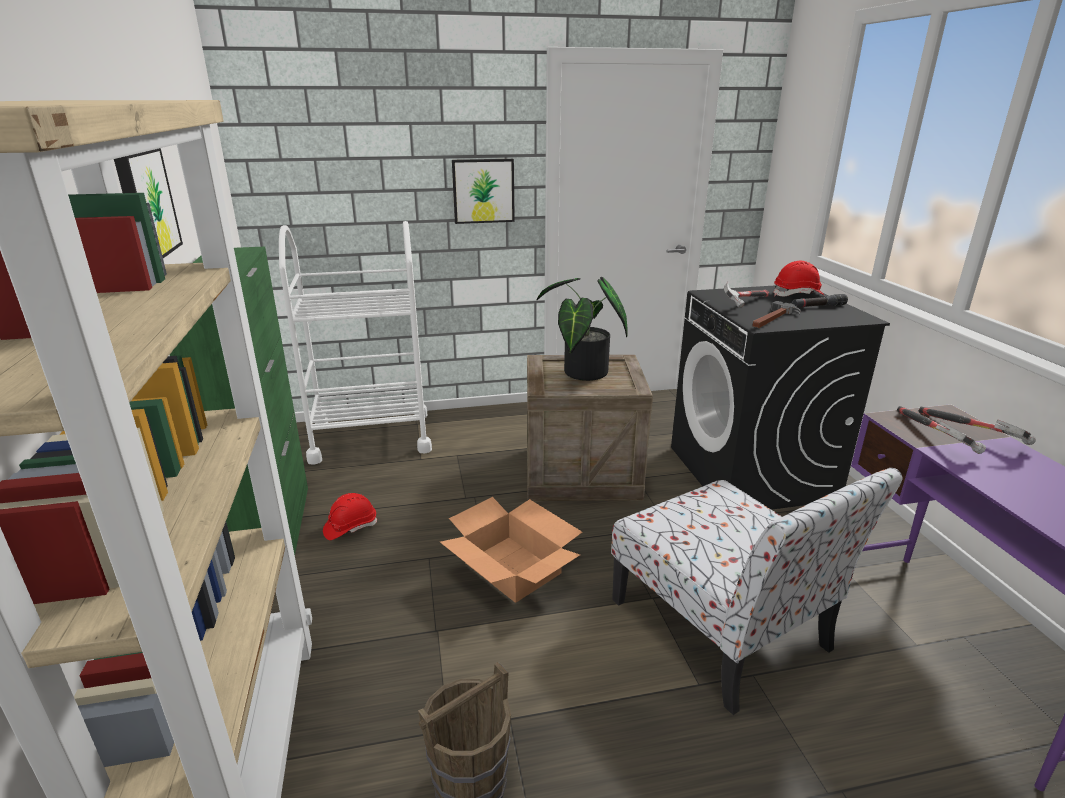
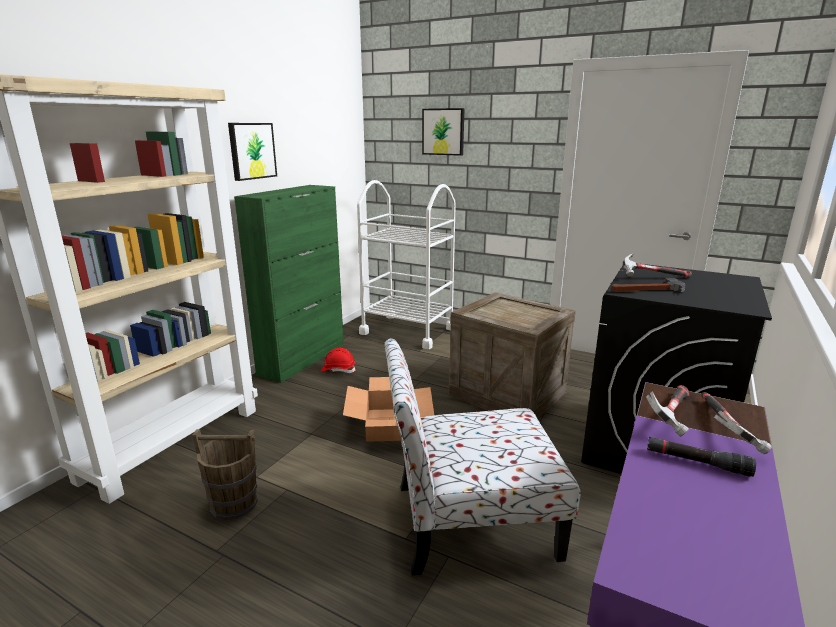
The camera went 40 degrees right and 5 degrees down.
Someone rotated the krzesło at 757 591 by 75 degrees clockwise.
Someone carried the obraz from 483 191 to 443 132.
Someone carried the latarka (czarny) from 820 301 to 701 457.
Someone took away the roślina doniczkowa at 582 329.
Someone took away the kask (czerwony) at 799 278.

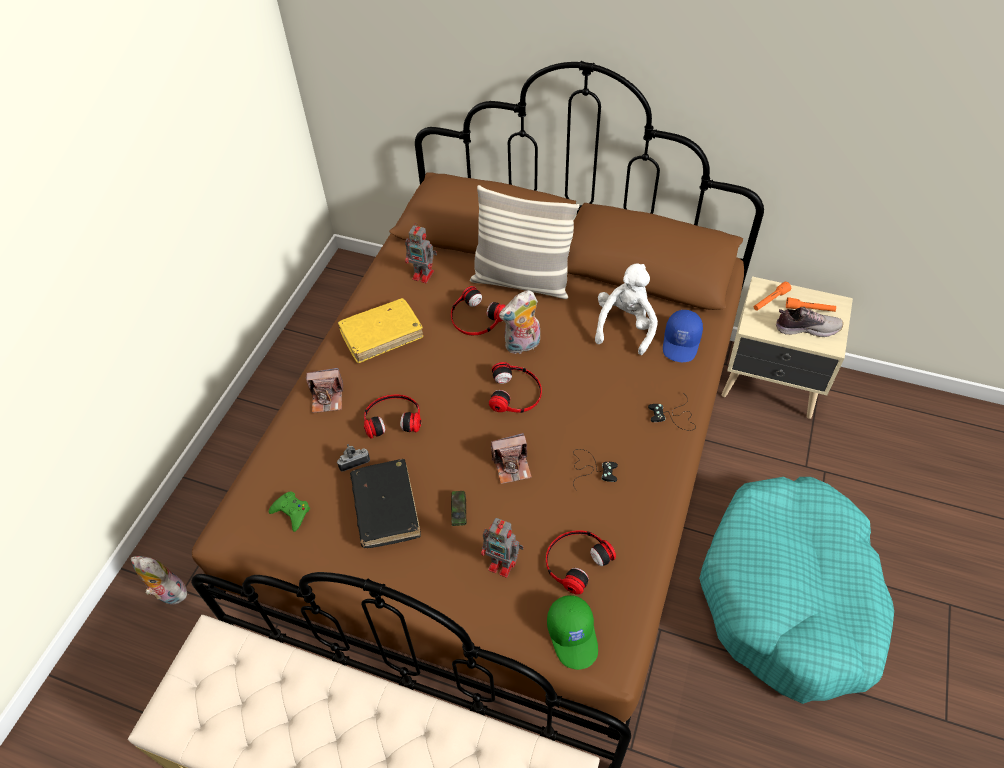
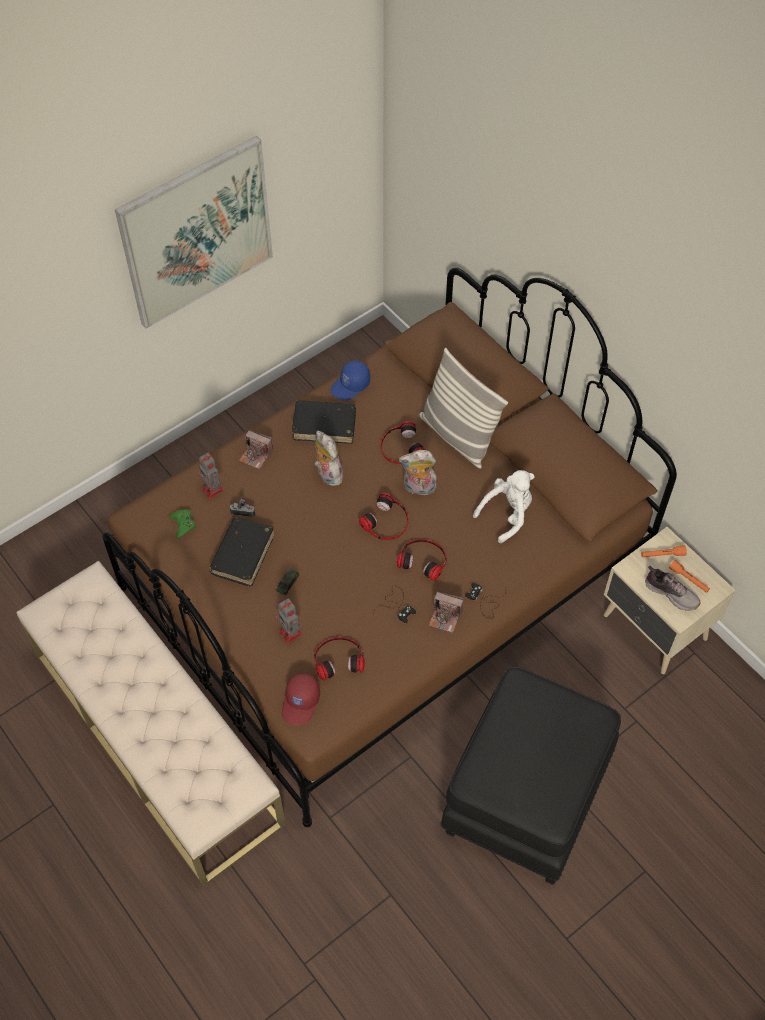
The camera went 30 degrees right and 5 degrees up.
Someone put up the obraz at 194 232.
Someone carried the robot zabawkowy from 421 253 to 210 476.
Someone repainted the czapka z daszkiem (zielony) at 572 632, which became the czapka z daszkiem (czerwony) at 301 699.
Someone repainted the książka (żółty) at 380 330, which became the książka (czarny) at 324 422.
Someone carried the pluszak from 159 580 to 328 458.
Someone carried the czapka z daszkiem (niebieski) from 683 336 to 350 381.
Someone carried the słuchawki from 392 417 to 422 560.
Someone carried the aparat fotograficzny from 511 458 to 446 612.
Someone swapped the legowisko (turkusowy) at 796 590 for the pufa (czarny) at 530 776.

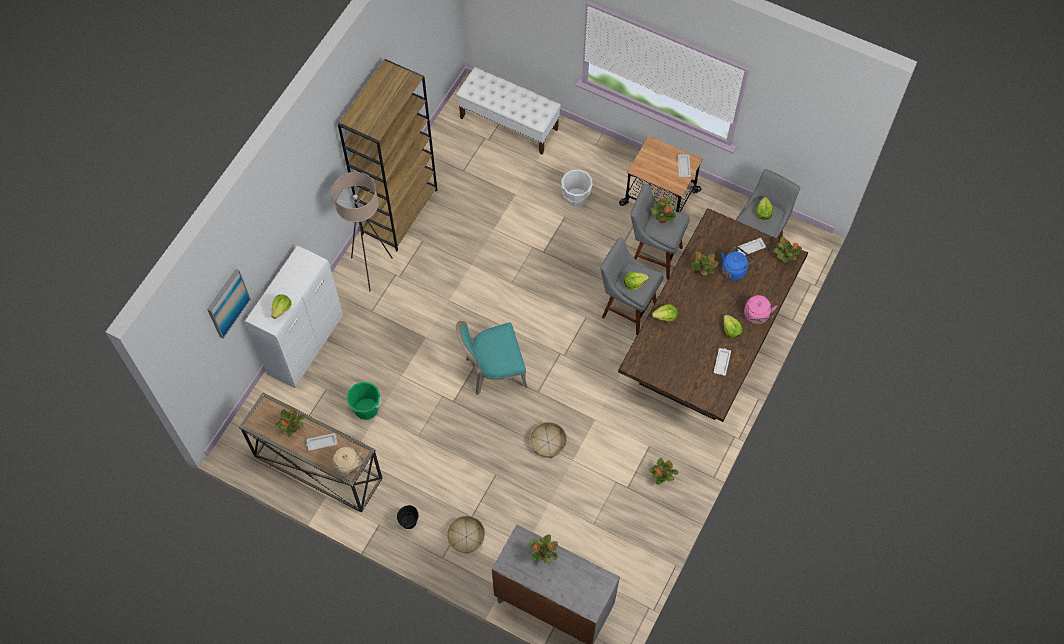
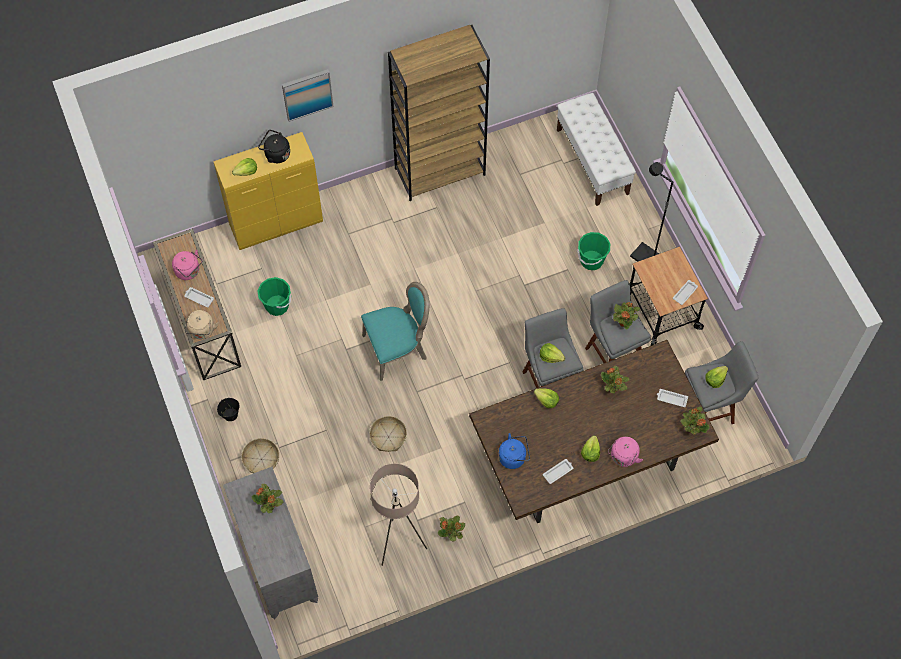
The camera went 40 degrees right and 0 degrees up.
Someone swapped the roślina doniczkowa at 290 422 for the czajnik (różowy) at 187 265.
Someone repainted the szafka (biały) at 294 316, which became the szafka (żółty) at 268 191.
Someone put down the czajnik (czarny) at 274 146.
Someone carried the obraz from 229 304 to 308 95.
Someone rotated the krzesło (turkusowy) at 491 358 by 135 degrees clockwise.
Someone carried the lampa stojąca (beżowy) from 362 231 to 398 514.
Someone carried the czajnik (niebieski) from 737 263 to 514 451.
Someone repainted the wiadro (biały) at 577 188, which became the wiadro (zielony) at 593 251.
Someone put down the lampa stojąca (czarny) at 651 212.

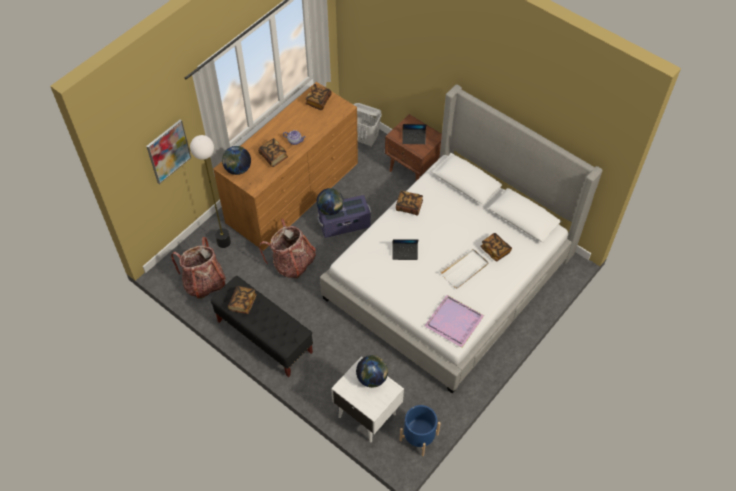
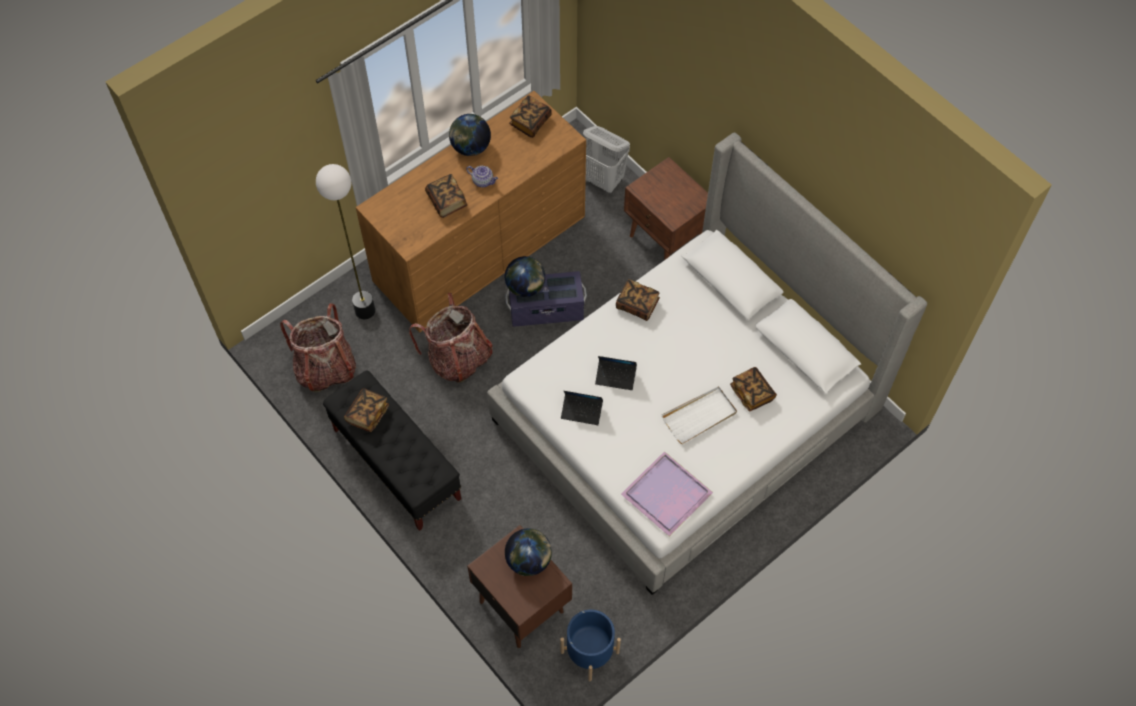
The camera went 10 degrees right and 5 degrees up.
Someone carried the globus from 236 160 to 470 135.
Someone repainted the szafka nocna (biały) at 367 400, which became the szafka nocna (brązowy) at 519 586.
Someone carried the laptop from 414 134 to 582 408.
Someone took away the obraz at 168 151.

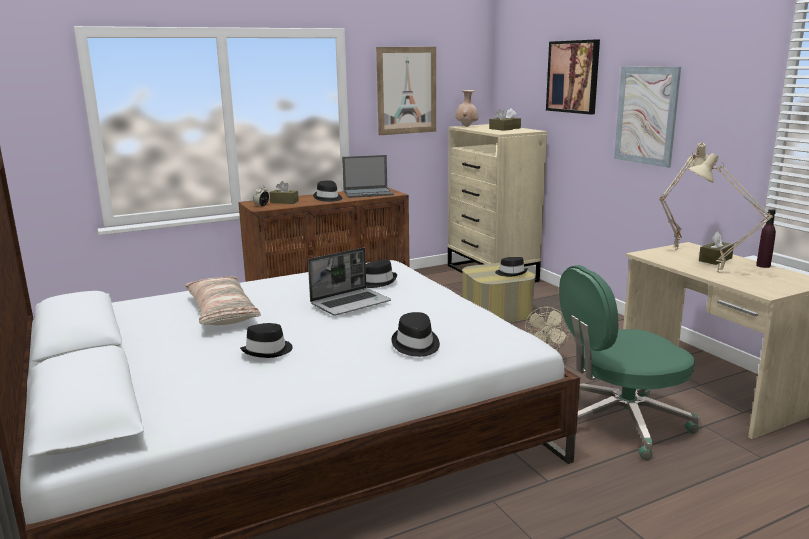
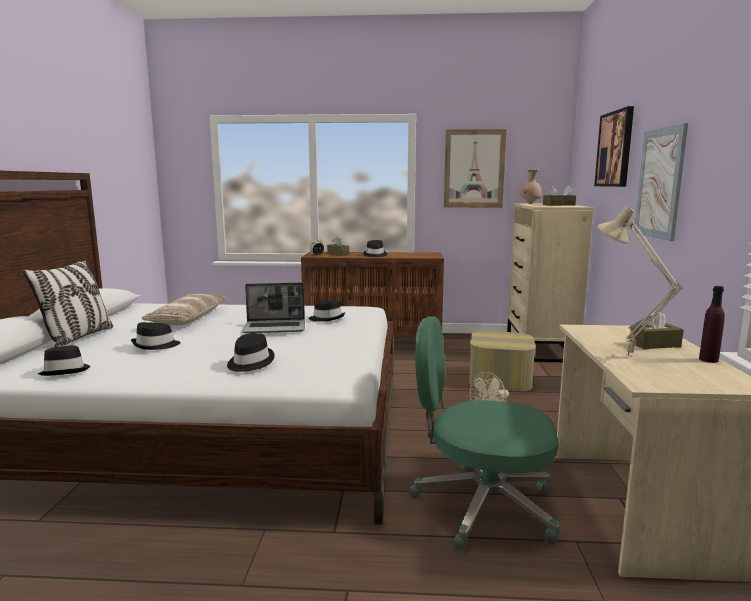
The camera went 30 degrees right and 5 degrees down.
Someone put down the poduszka at 68 303.
Someone carried the kapelusz (czarny) from 511 266 to 64 360.
Someone took away the laptop at 368 176.
Someone took away the lampa stołowa (beżowy) at 684 196.

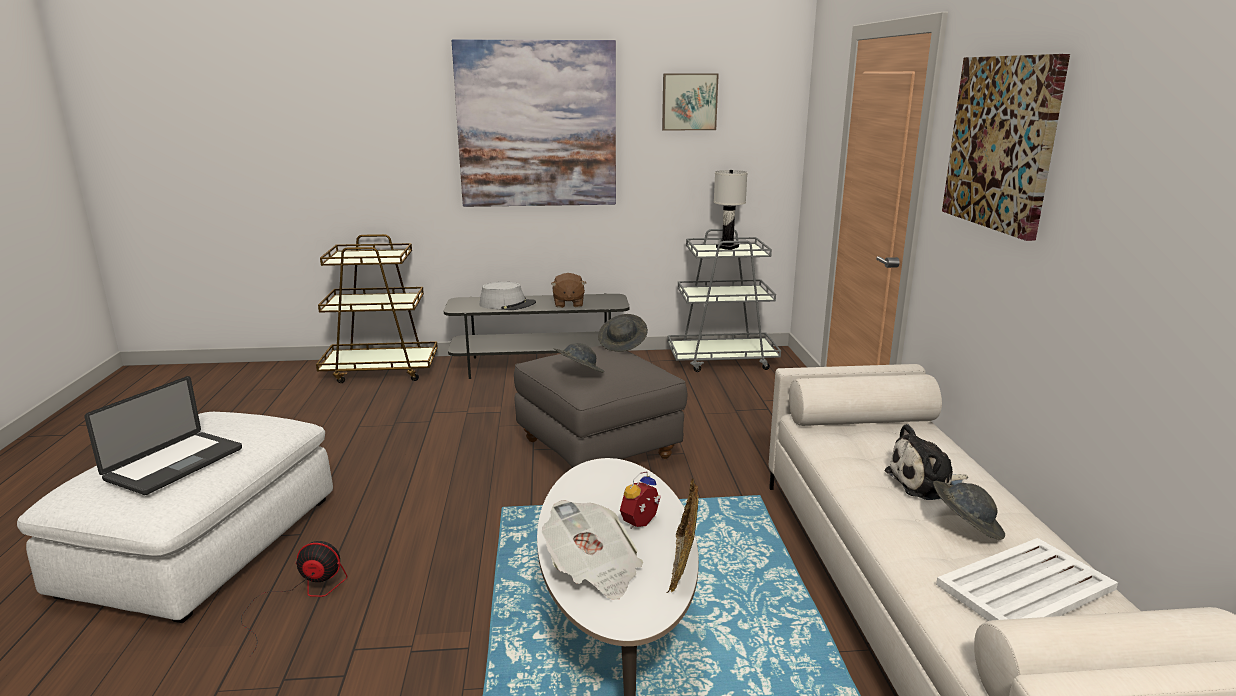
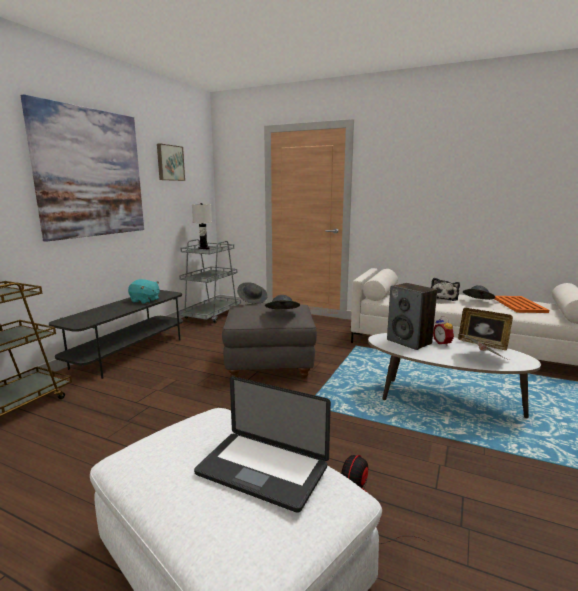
The camera went 60 degrees left and 5 degrees down.
Someone repainted the pluszak (brązowy) at 568 290, which became the pluszak (turkusowy) at 144 291.
Someone rotated the laptop at 163 435 by 150 degrees clockwise.
Someone put down the głośnik at 412 316.
Someone repainted the taca (biały) at 1027 579, which became the taca (pomarańczowy) at 522 304.
Someone took away the kapelusz (szary) at 508 296.
Someone took away the obraz at 1006 147.

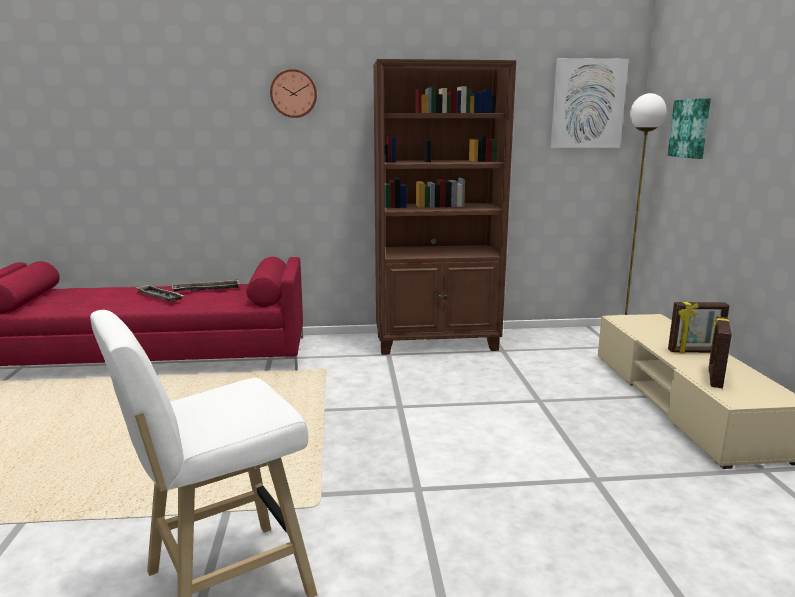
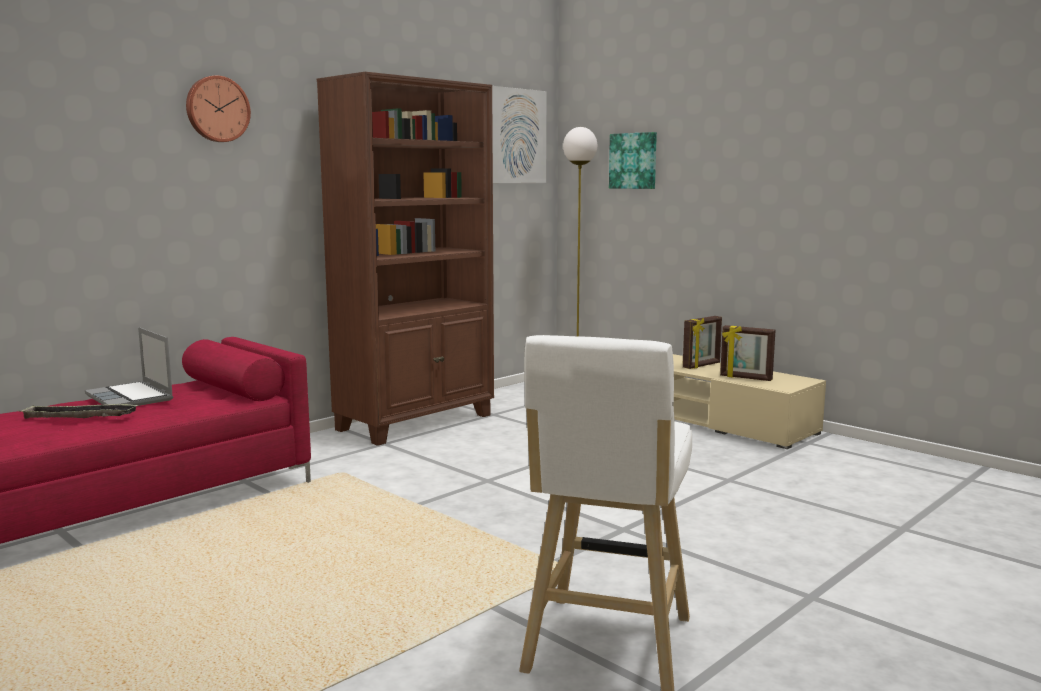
The camera went 40 degrees left and 5 degrees down.
Someone swapped the taca at 206 285 for the laptop at 129 366.
Someone rotated the ramka na zdjęcie at 720 352 by 45 degrees counterclockwise.

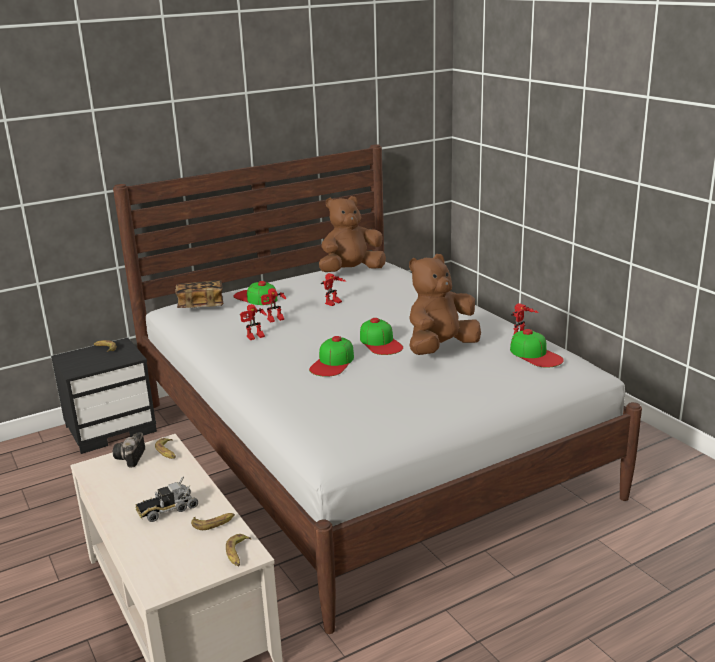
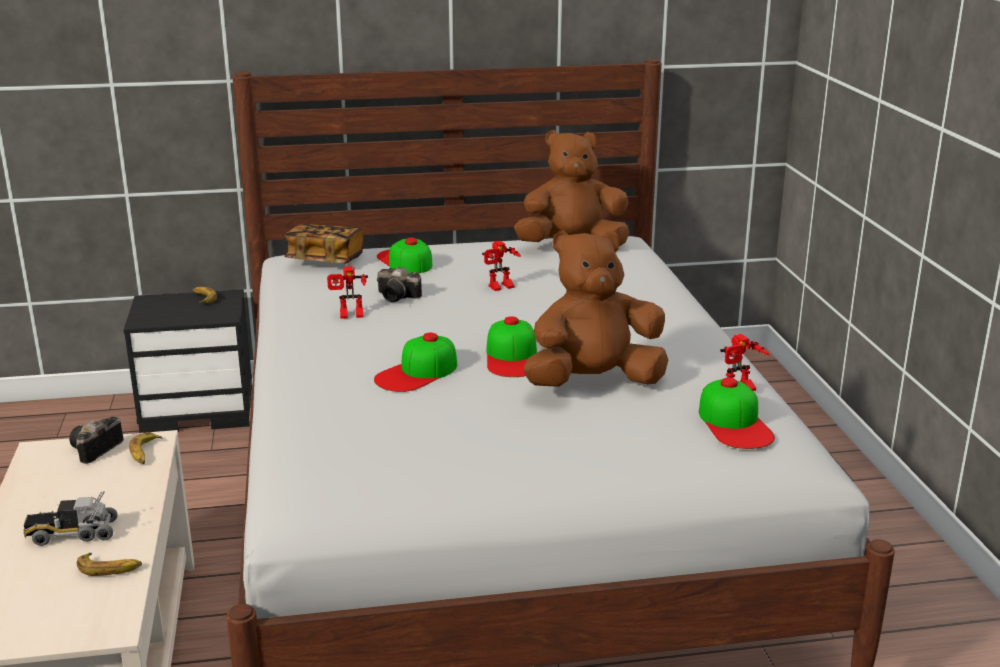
The camera went 20 degrees right and 0 degrees up.
Someone swapped the robot zabawkowy at 273 305 for the aparat fotograficzny at 399 284.
Someone took away the banan at 238 550.

